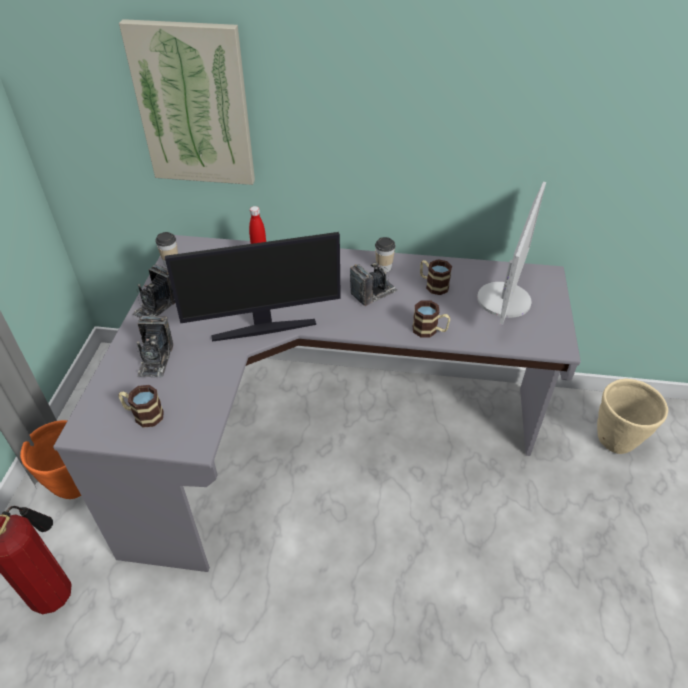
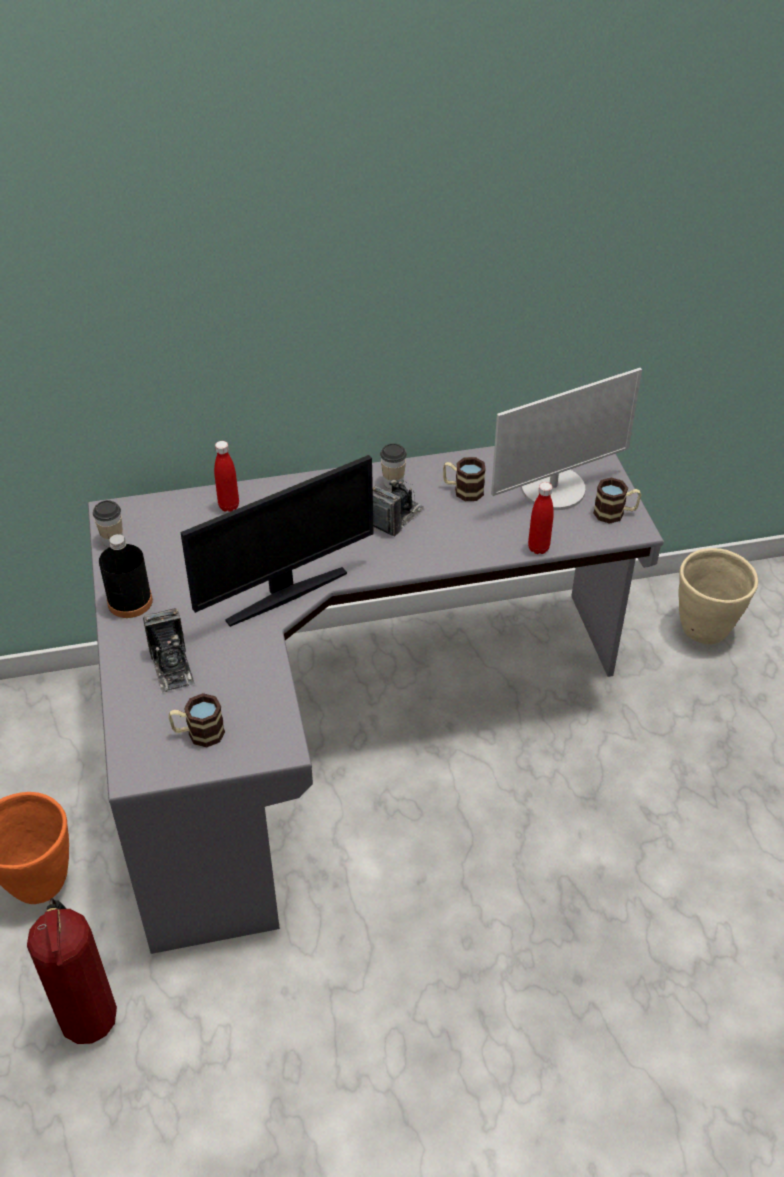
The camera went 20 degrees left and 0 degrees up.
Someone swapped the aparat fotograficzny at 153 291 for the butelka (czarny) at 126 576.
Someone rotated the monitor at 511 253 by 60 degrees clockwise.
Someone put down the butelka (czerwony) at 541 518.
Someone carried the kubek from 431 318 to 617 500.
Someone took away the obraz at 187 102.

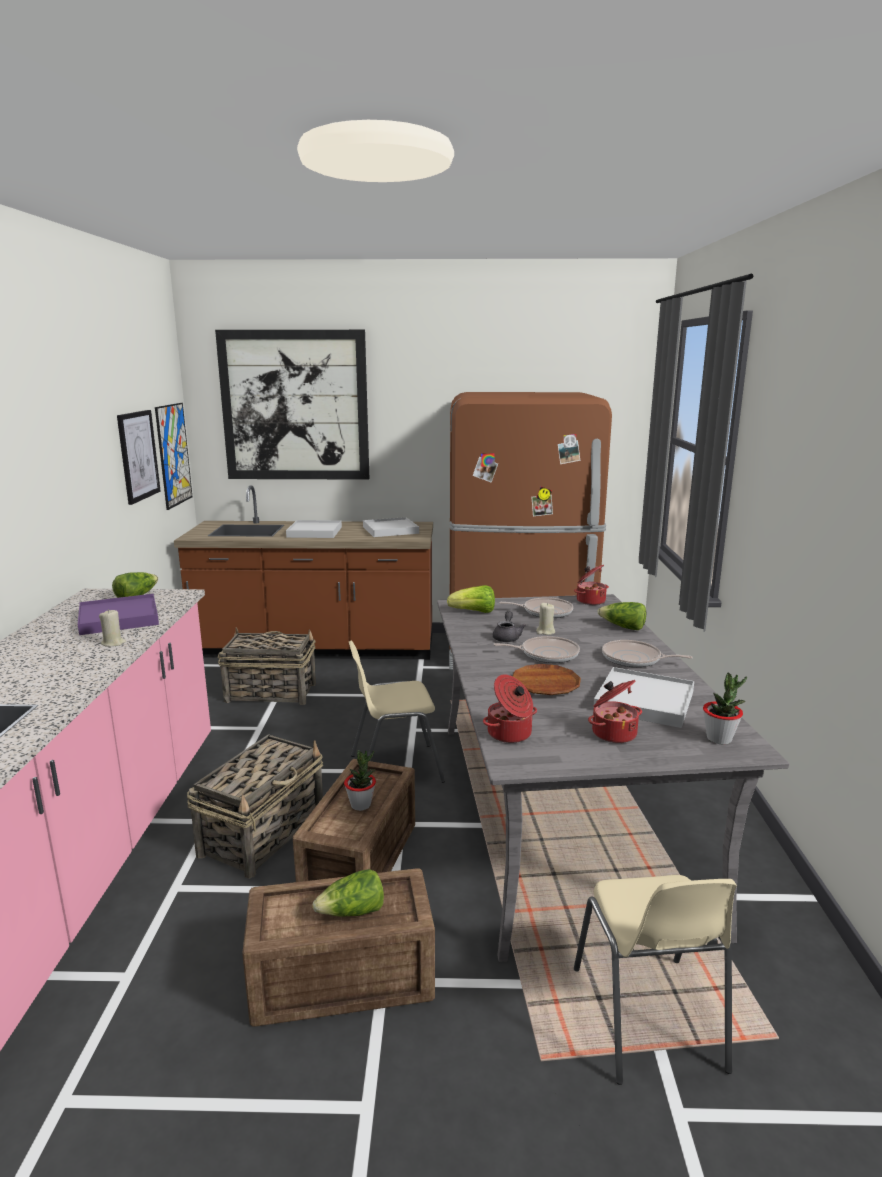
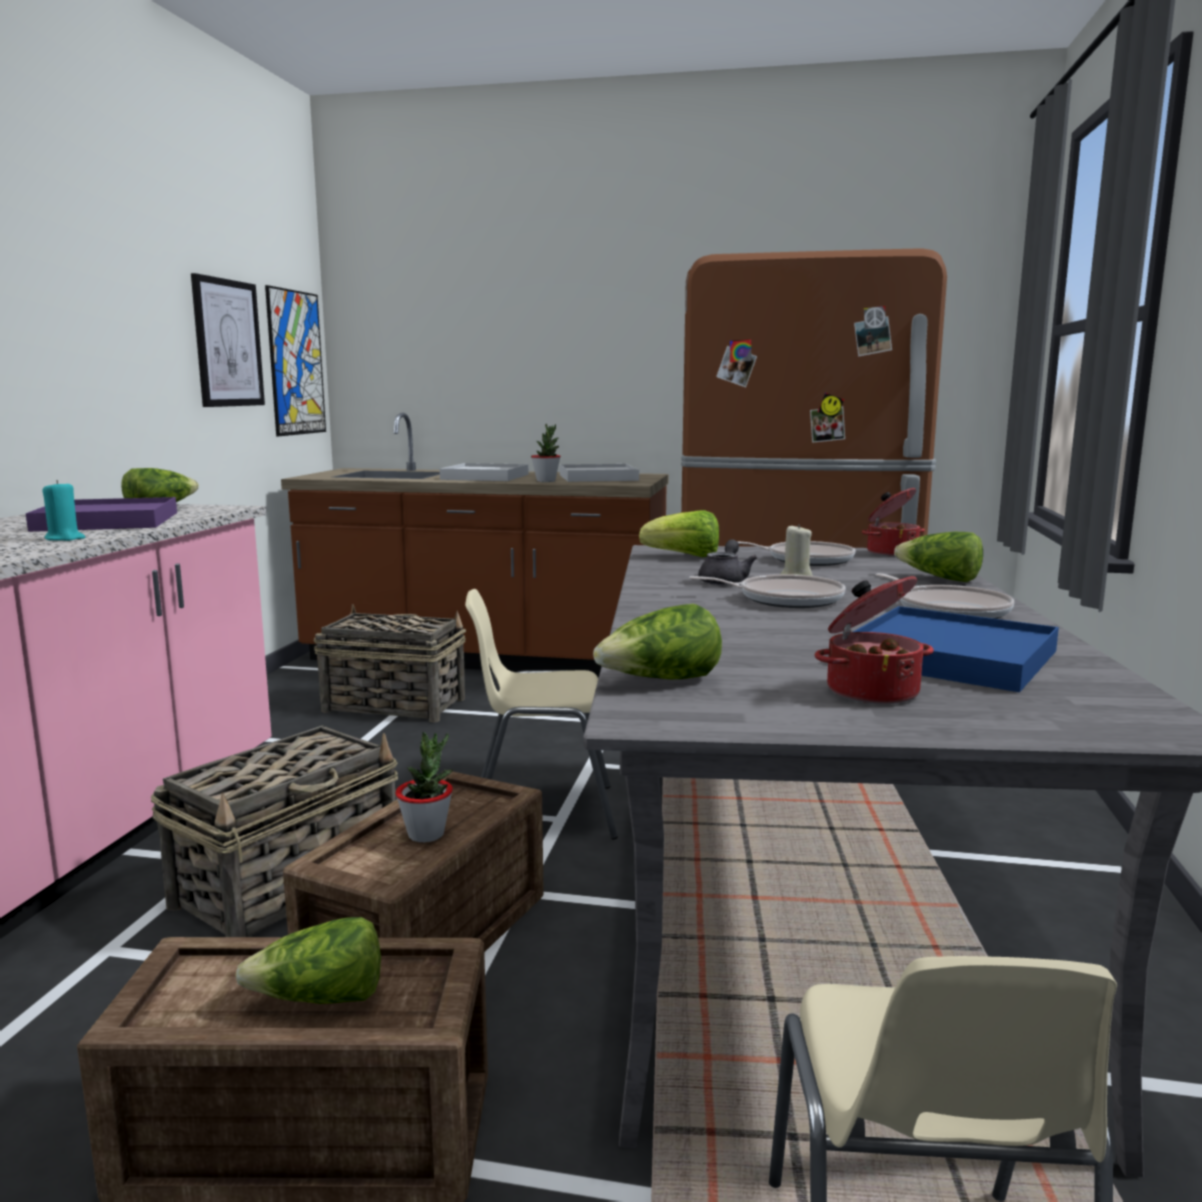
The camera went 10 degrees right and 5 degrees down.
Someone repainted the świeca (beżowy) at 112 628, which became the świeca (turkusowy) at 63 510.
Someone carried the roślina doniczkowa from 725 708 to 546 453.
Someone swapped the garnek at 510 709 for the sałata at 657 641.
Someone repainted the taca (biały) at 643 697, which became the taca (niebieski) at 956 649.
Someone rotated the patelnia at 647 653 by 150 degrees counterclockwise.
Someone took away the obraz at 292 405.
Someone took away the talerz (brązowy) at 546 679.

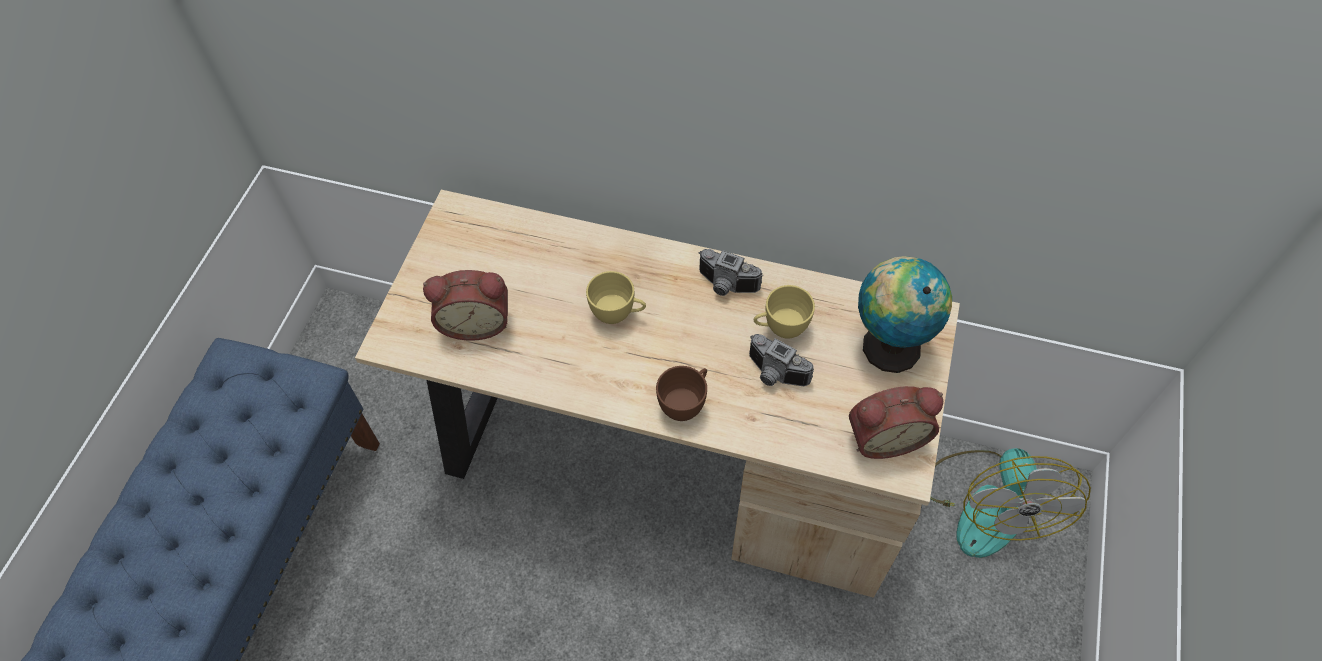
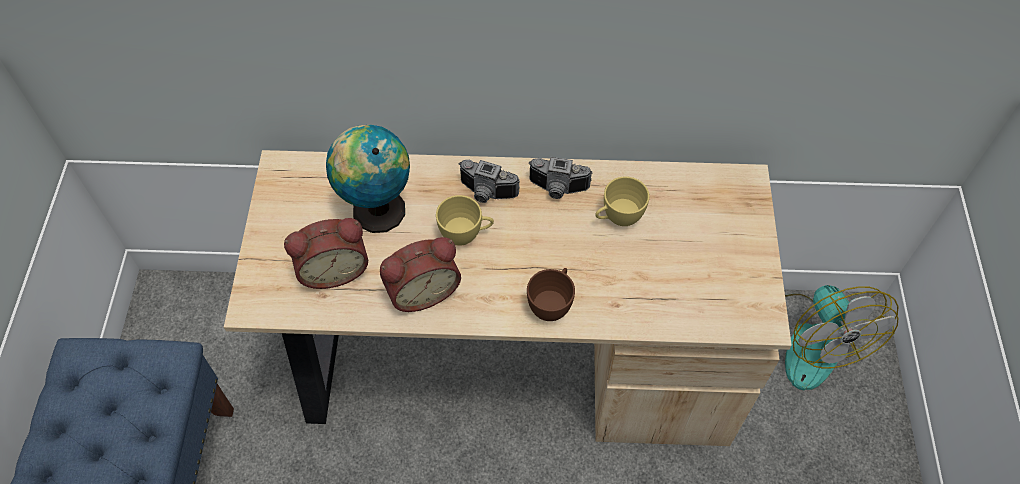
The camera went 15 degrees left and 0 degrees up.
Someone carried the globus from 905 314 to 368 179.
Someone carried the budzik from 896 422 to 420 274.
Someone carried the aparat fotograficzny from 781 360 to 489 181.

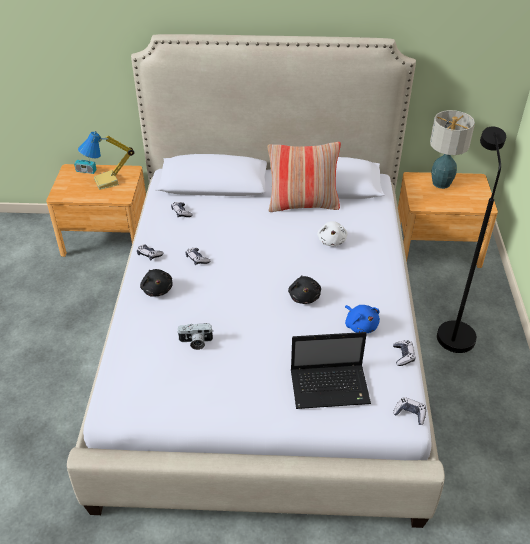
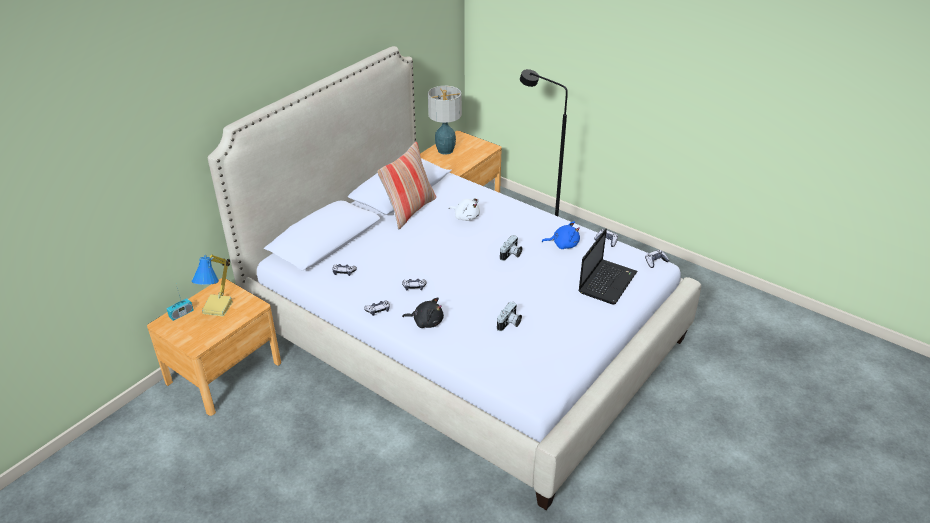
The camera went 55 degrees left and 5 degrees down.
Someone swapped the pluszak (czarny) at 304 289 for the aparat fotograficzny at 511 248.

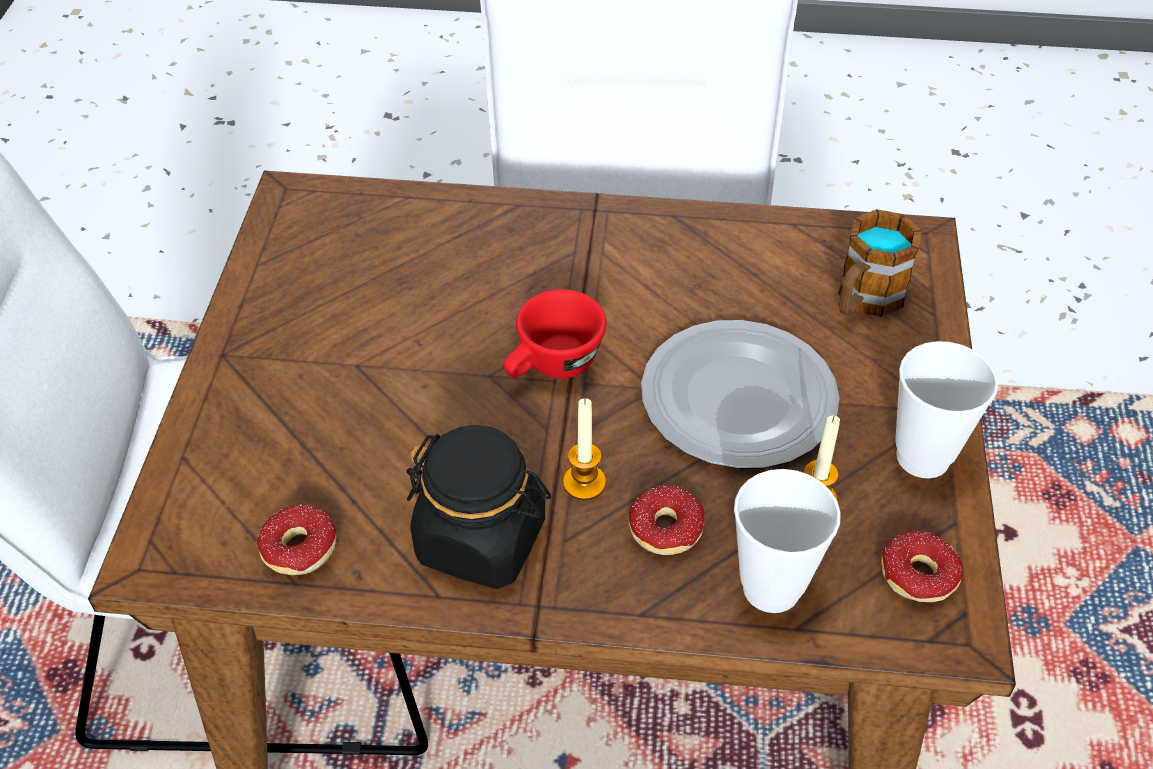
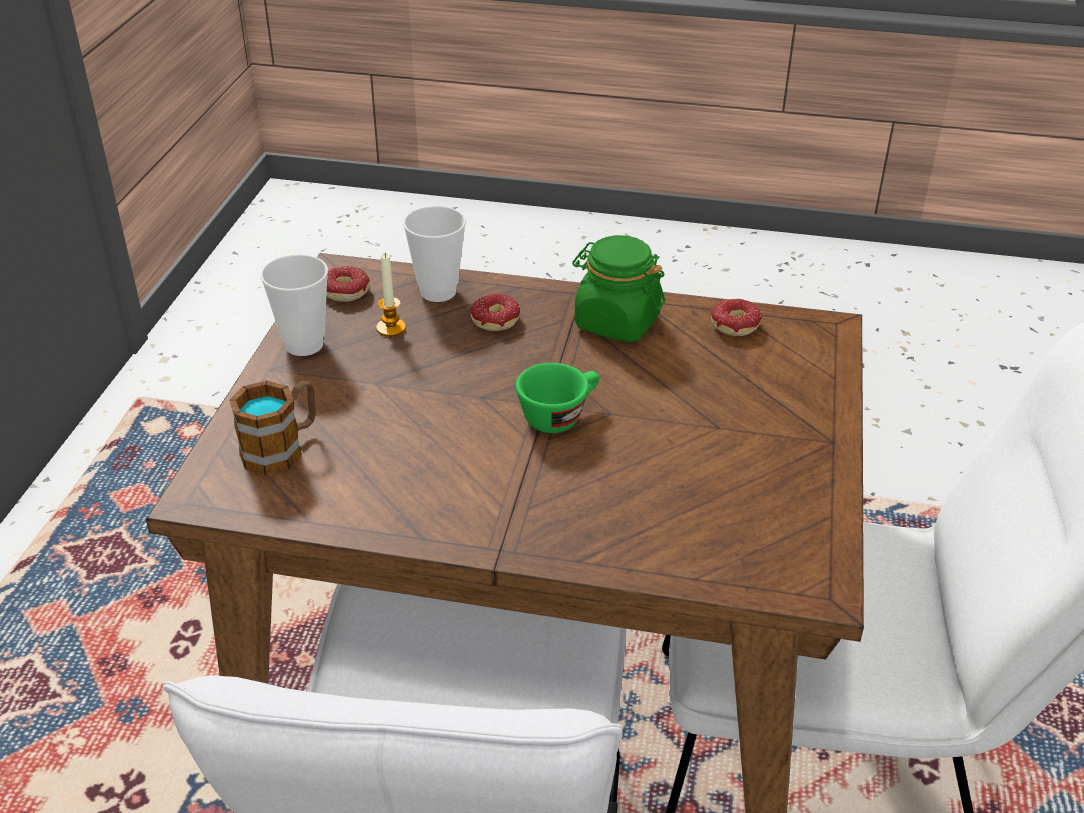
The camera went 175 degrees left and 10 degrees down.
Someone repainted the filiżanka (czerwony) at 555 334, which became the filiżanka (zielony) at 557 398.
Someone repainted the słoik (czarny) at 479 507, which became the słoik (zielony) at 618 288.
Someone took away the świeca at 584 449.
Someone took away the talerz at 740 394.

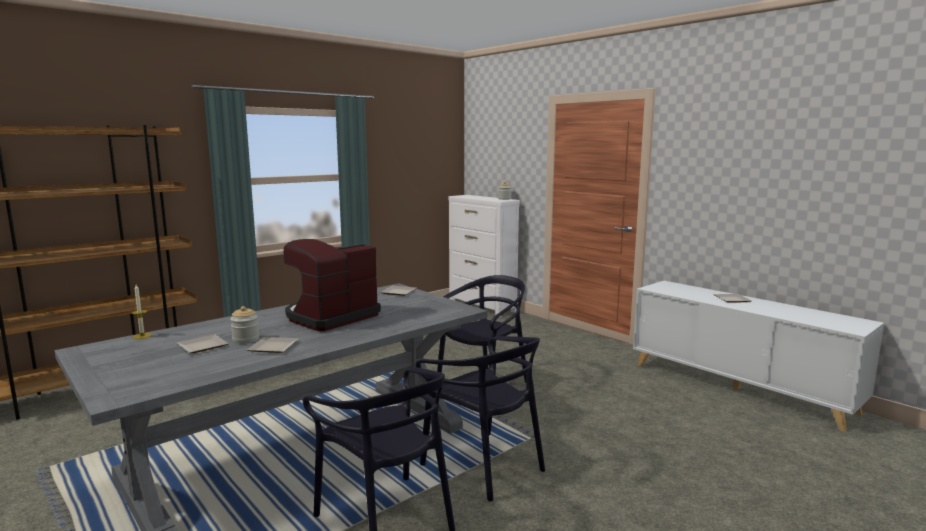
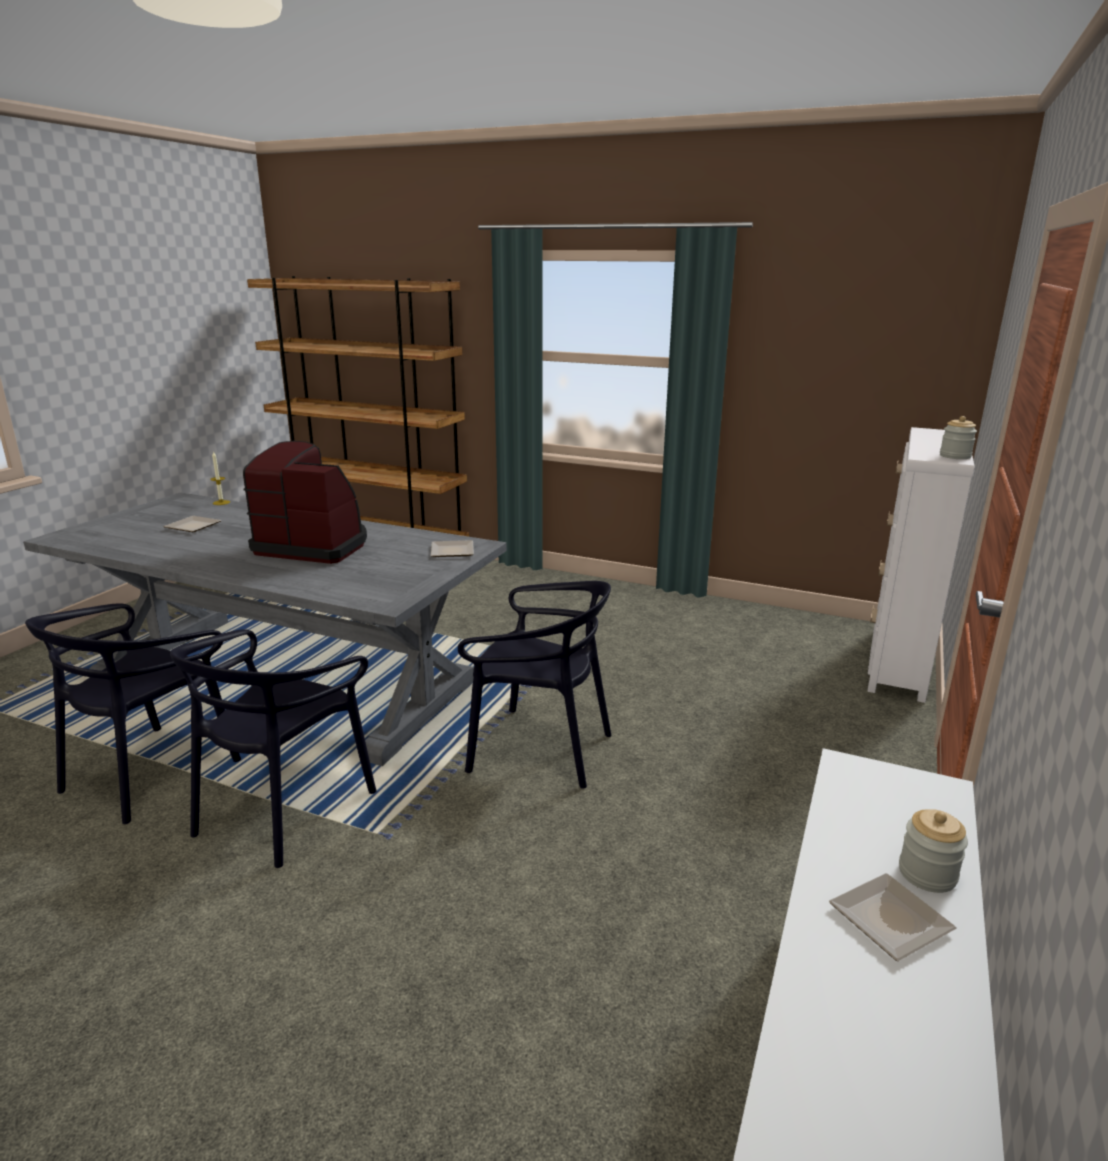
The camera went 65 degrees right and 10 degrees up.
Someone carried the słoik from 244 325 to 933 851.
Someone took away the talerz at 273 345.

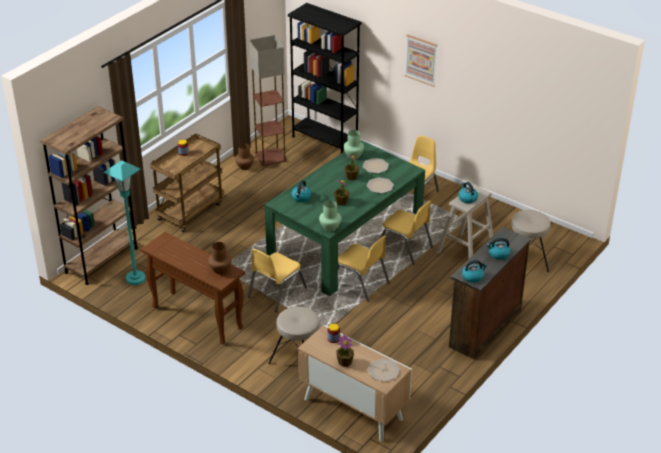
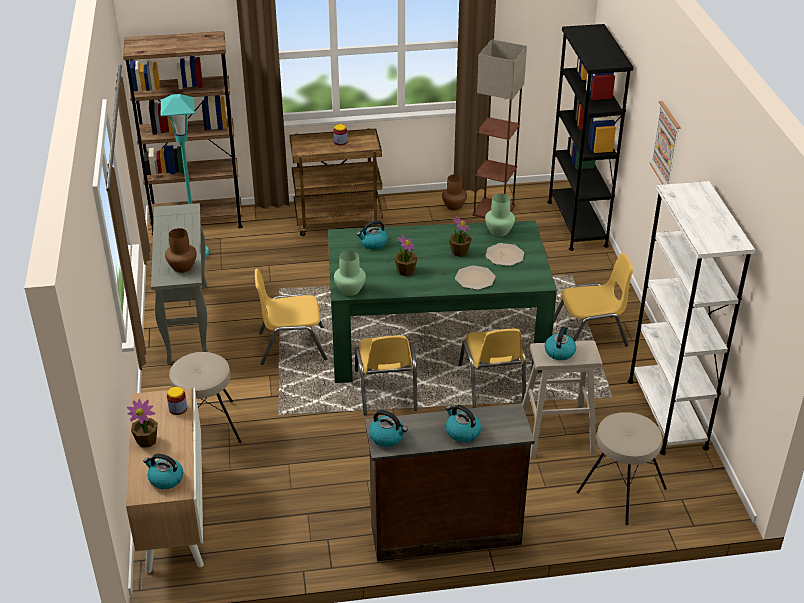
The camera went 45 degrees right and 0 degrees up.
Someone swapped the talerz at 383 370 for the czajnik at 163 471.
Someone repainted the stolik konsolowy (brązowy) at 193 288, which became the stolik konsolowy (szary) at 179 283.
Someone put down the regał (biały) at 692 318.

